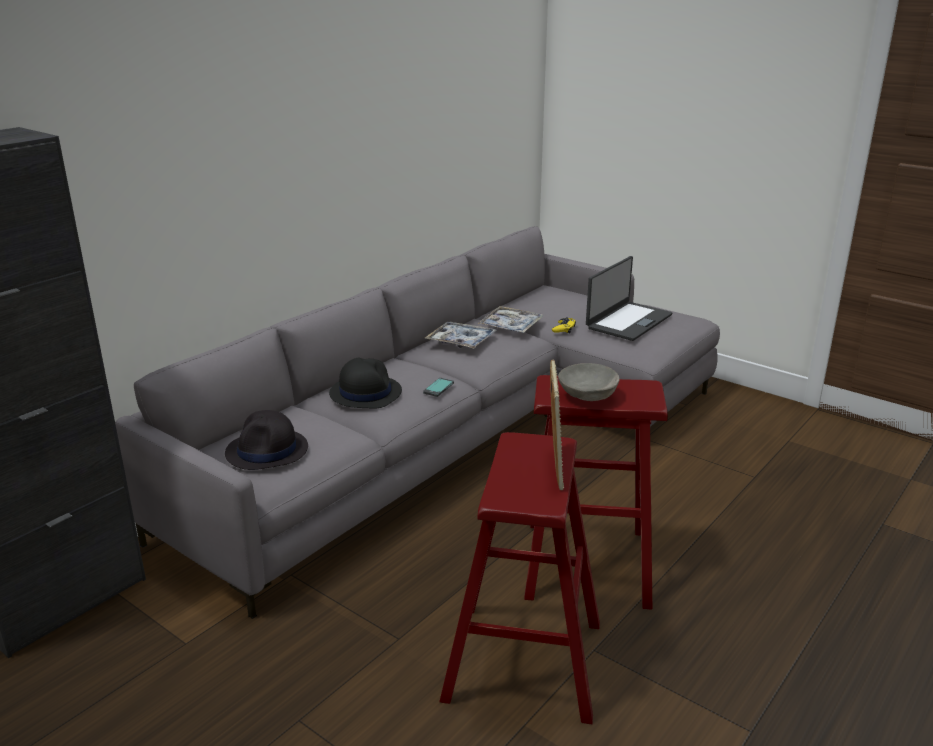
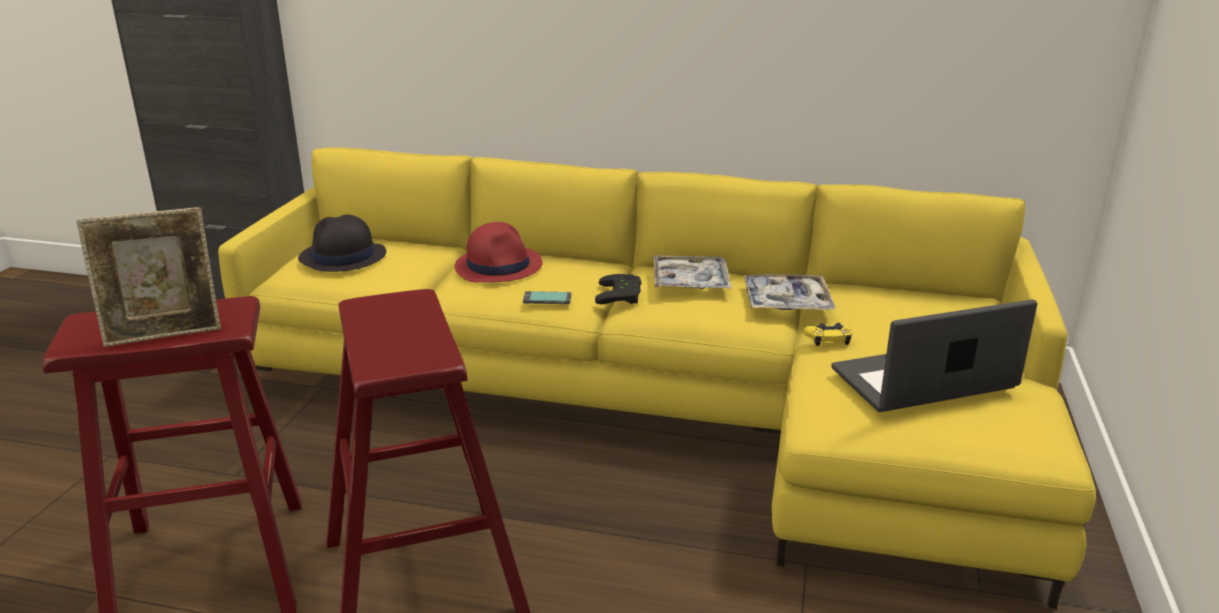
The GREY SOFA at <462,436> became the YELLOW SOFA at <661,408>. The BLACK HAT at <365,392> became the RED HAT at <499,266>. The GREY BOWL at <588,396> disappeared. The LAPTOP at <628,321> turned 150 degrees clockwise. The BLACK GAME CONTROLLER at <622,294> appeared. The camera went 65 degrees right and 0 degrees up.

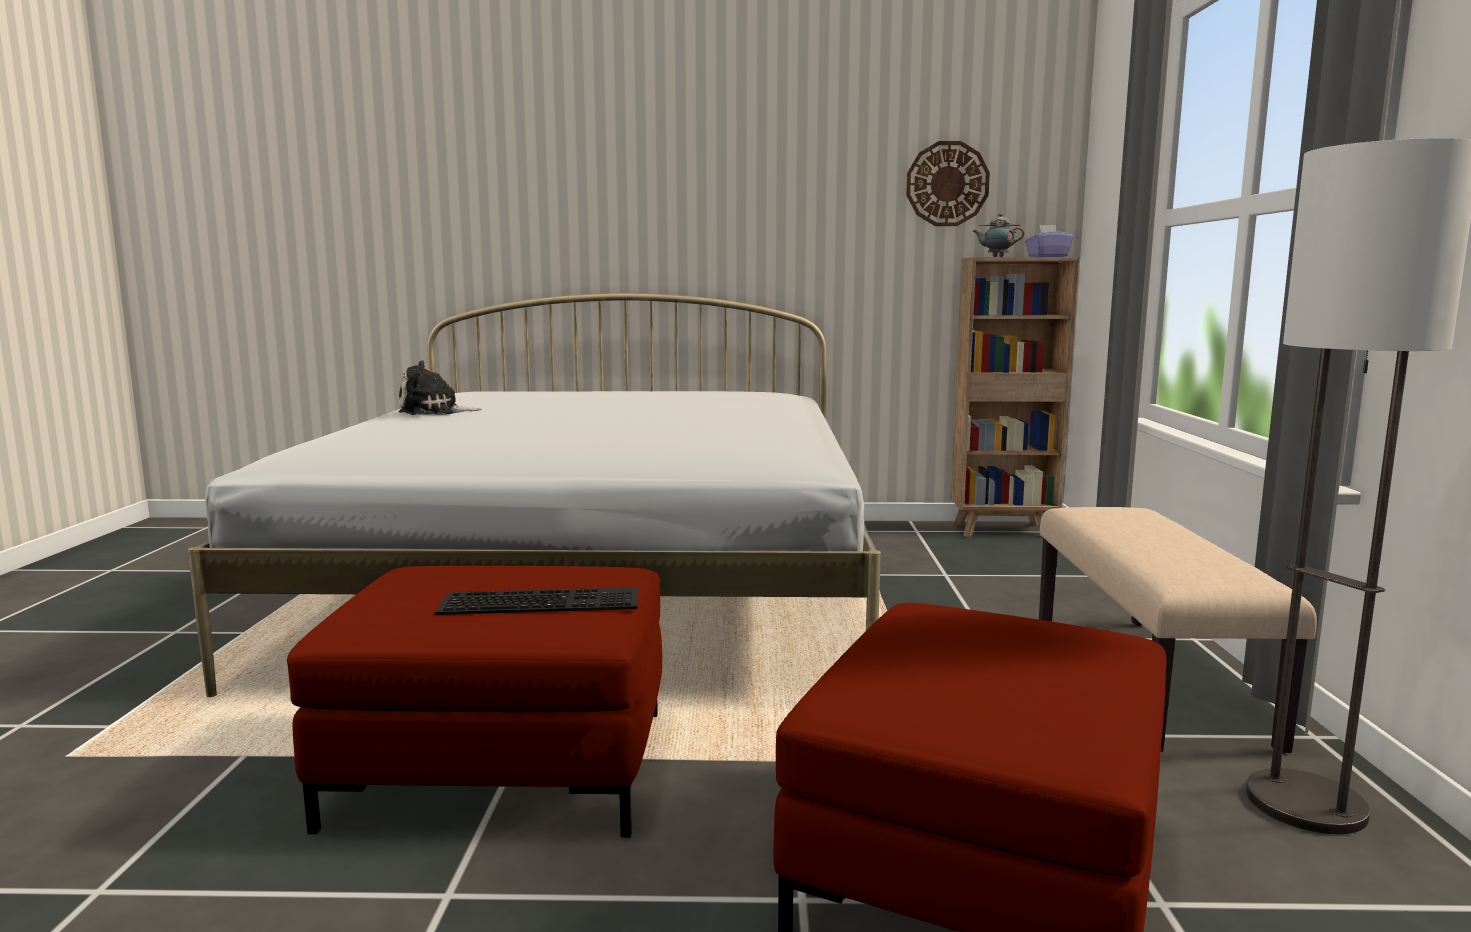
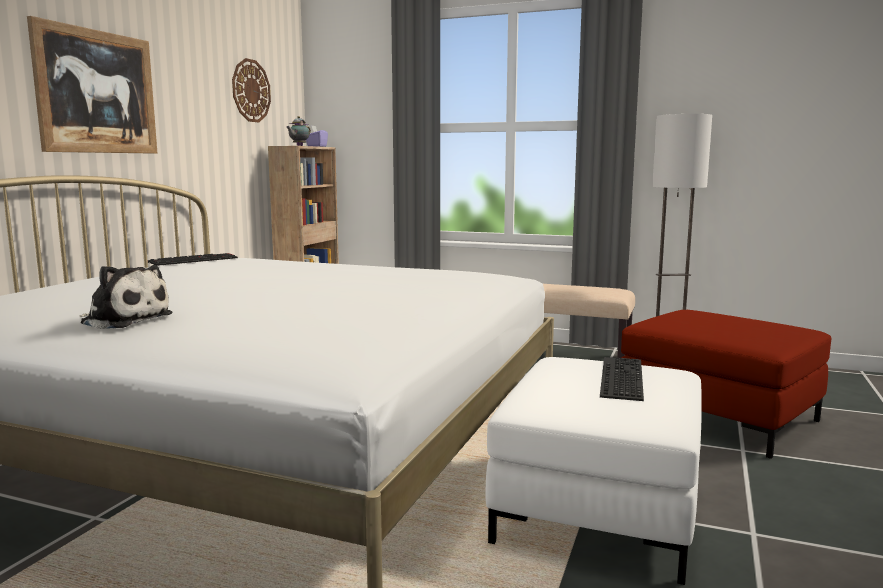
The RED OTTOMAN at <506,766> became the WHITE OTTOMAN at <597,507>. The PLUSH TOY at <434,412> turned 75 degrees counterclockwise. The PICTURE at <97,92> appeared. The KEYBOARD at <194,260> appeared. The camera went 70 degrees left and 0 degrees up.

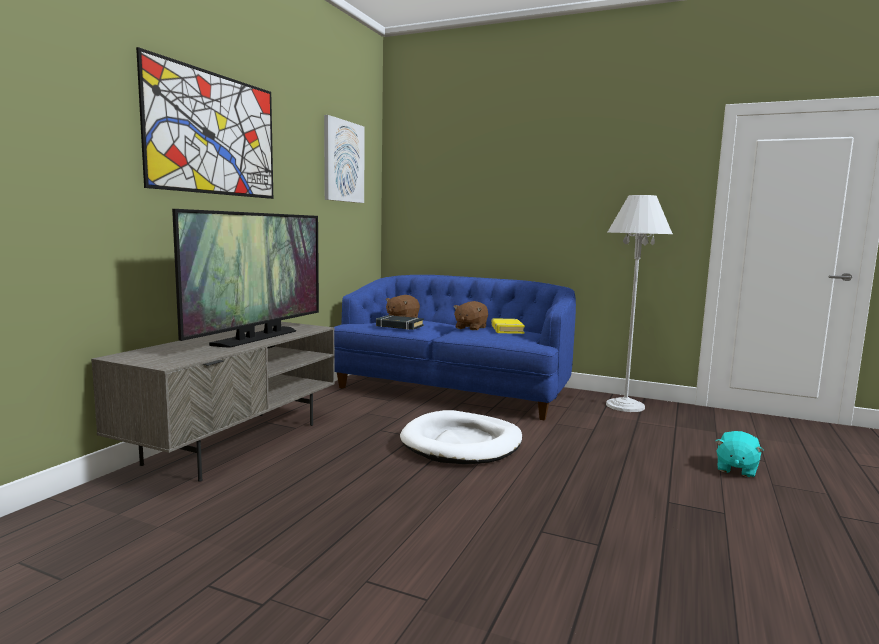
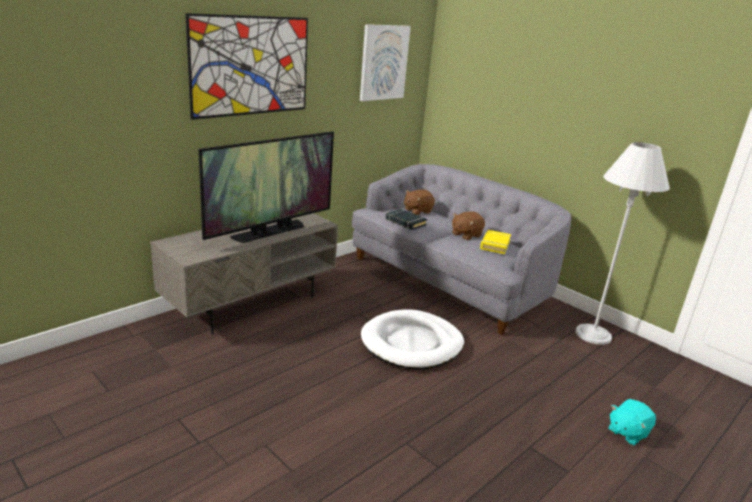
The BLUE SOFA at <453,390> became the GREY SOFA at <449,281>. The camera went 20 degrees right and 15 degrees up.

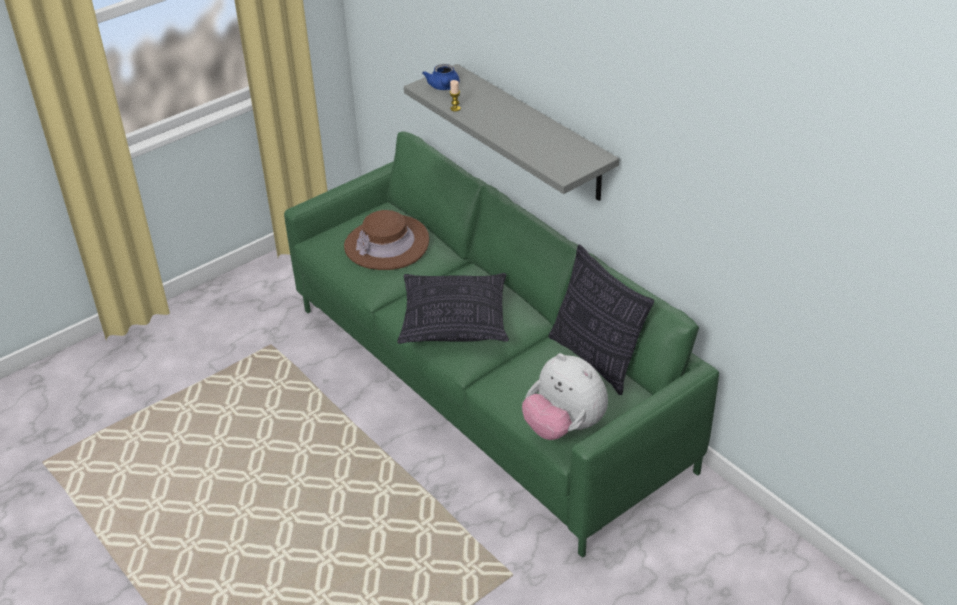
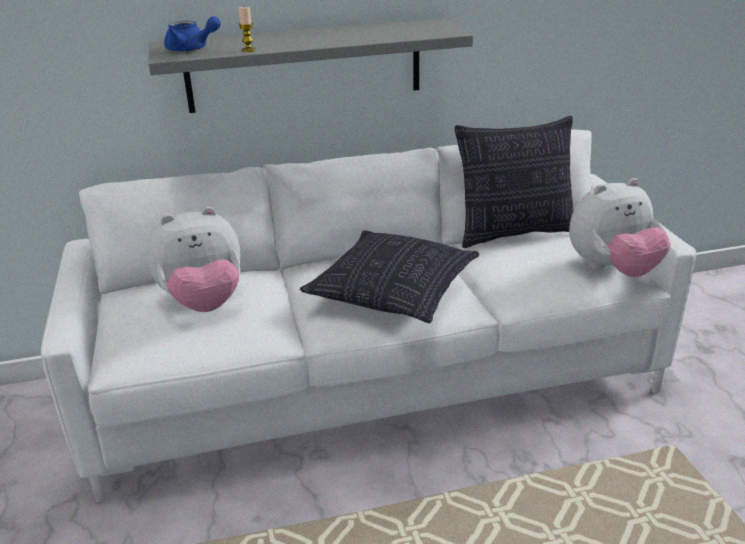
The GREEN SOFA at <483,387> became the WHITE SOFA at <376,386>. The BROWN HAT at <387,244> was replaced by the PLUSH TOY at <203,303>. The camera went 65 degrees left and 10 degrees down.

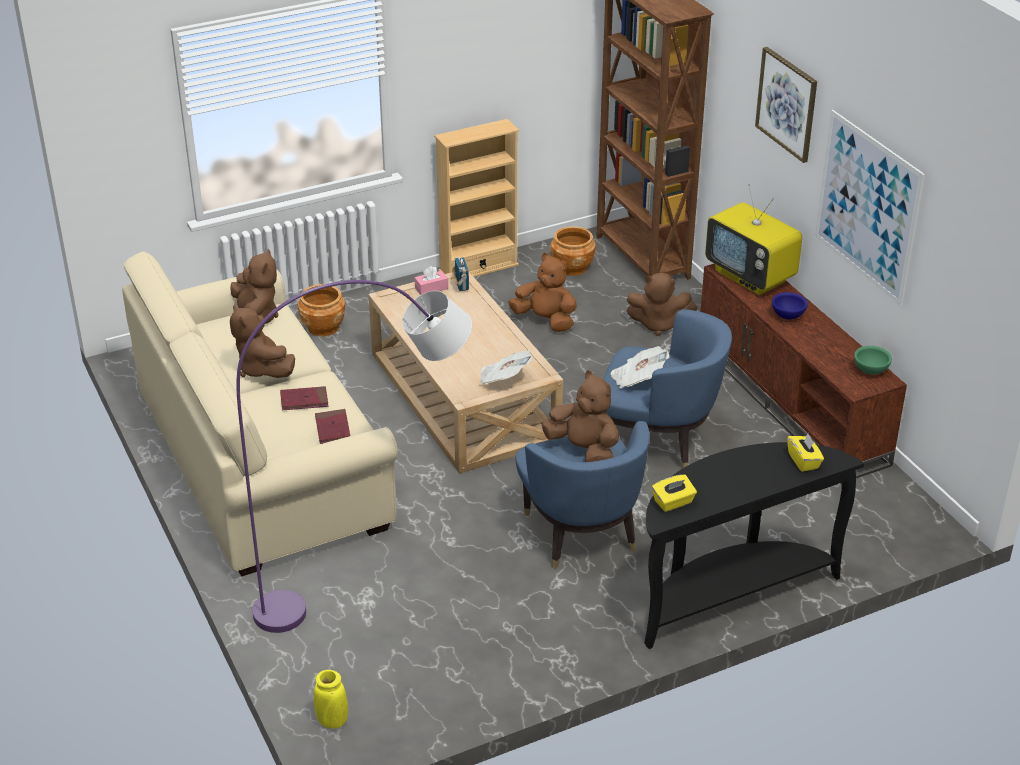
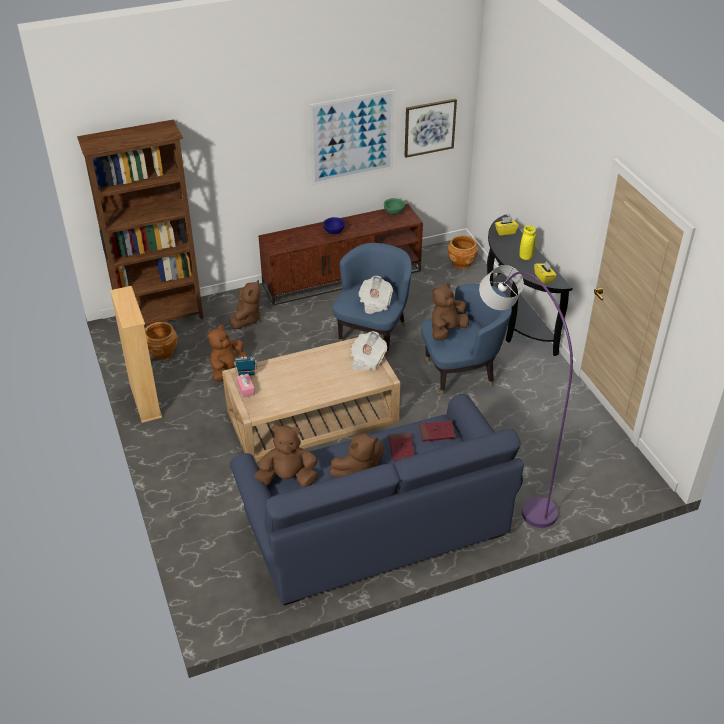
The BEIGE SOFA at <263,461> became the BLUE SOFA at <375,527>. The BROWN PLANTER moved from <323,327> to <461,263>. The YELLOW VASE moved from <332,721> to <526,256>. The TELEVISION at <751,276> disappeared. The PICTURE moved from <787,104> to <429,127>. The camera went 85 degrees left and 5 degrees up.

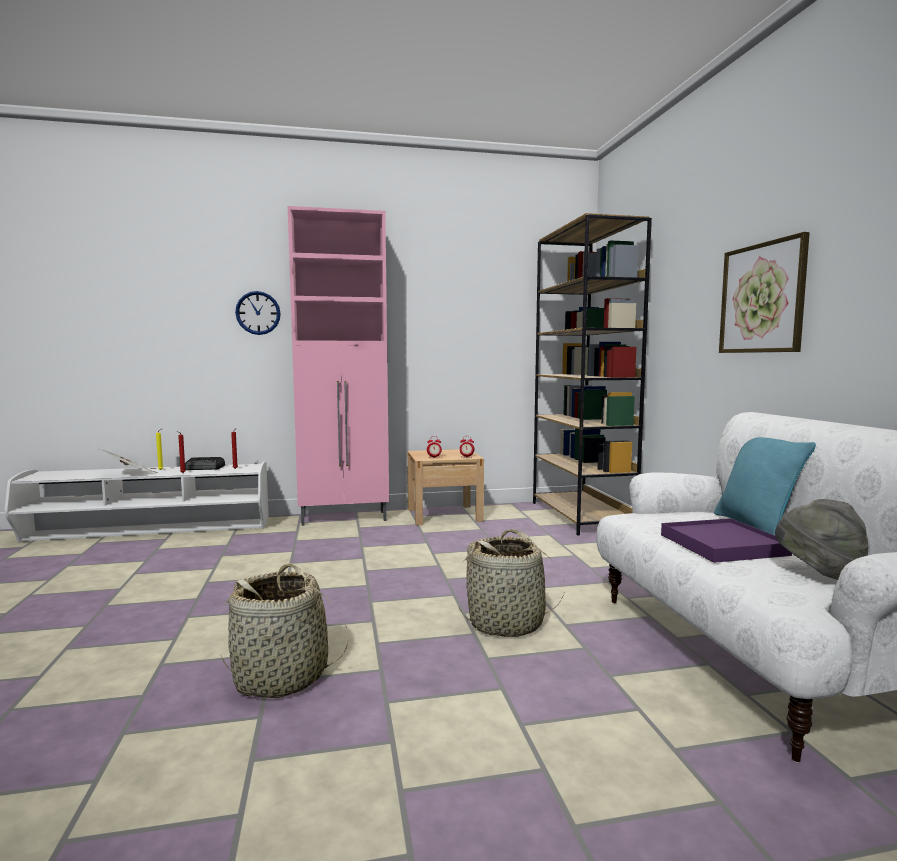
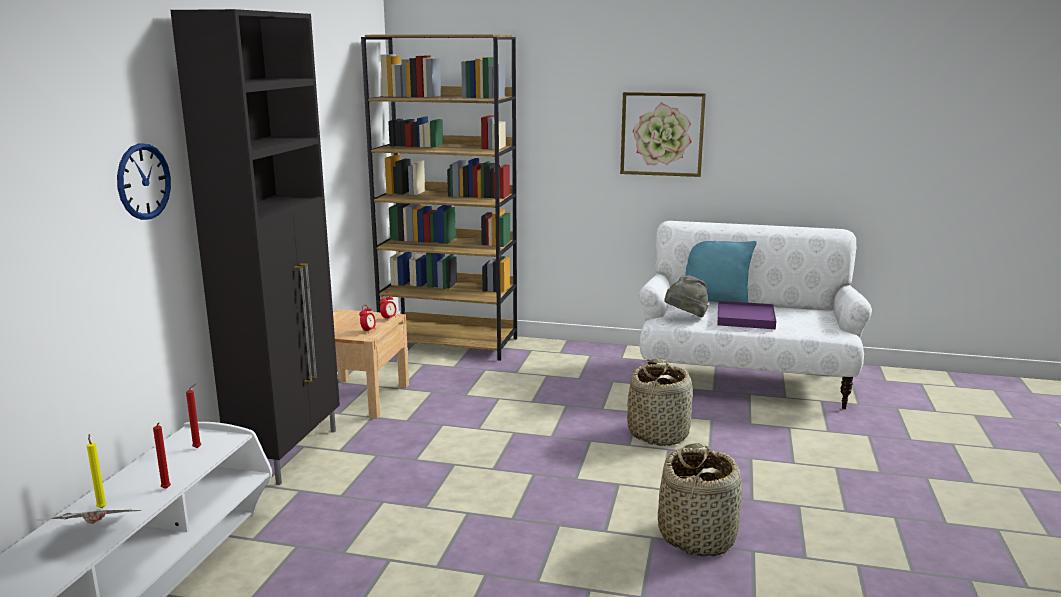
The RADIO at <204,468> disappeared. The PINK CABINET at <345,518> became the BLACK CABINET at <289,452>. The GREY HAT moved from <819,574> to <685,318>. The camera went 65 degrees left and 10 degrees up.

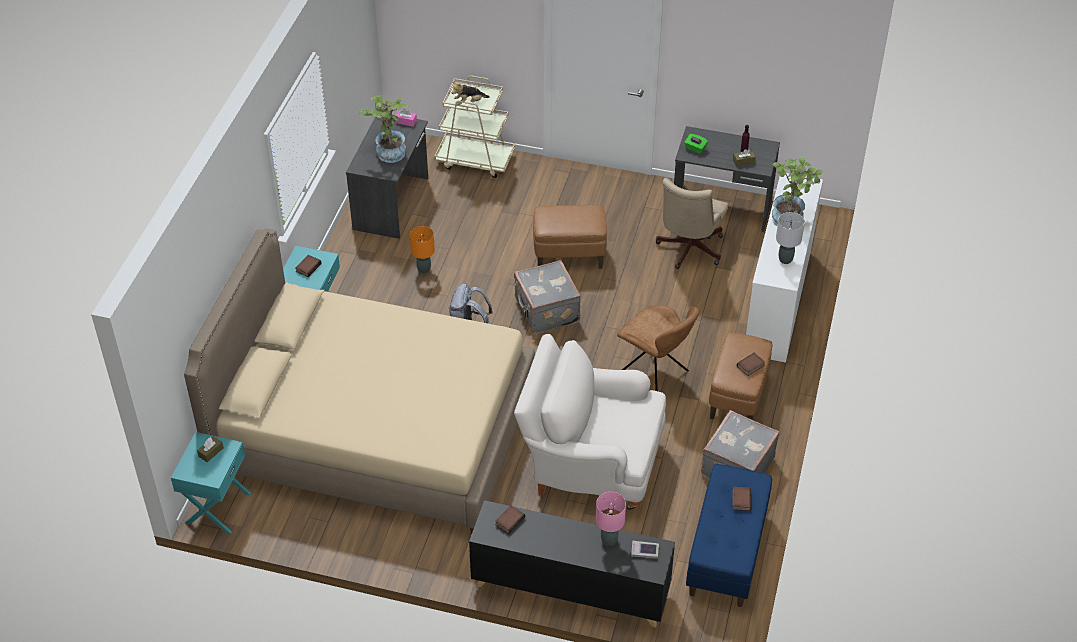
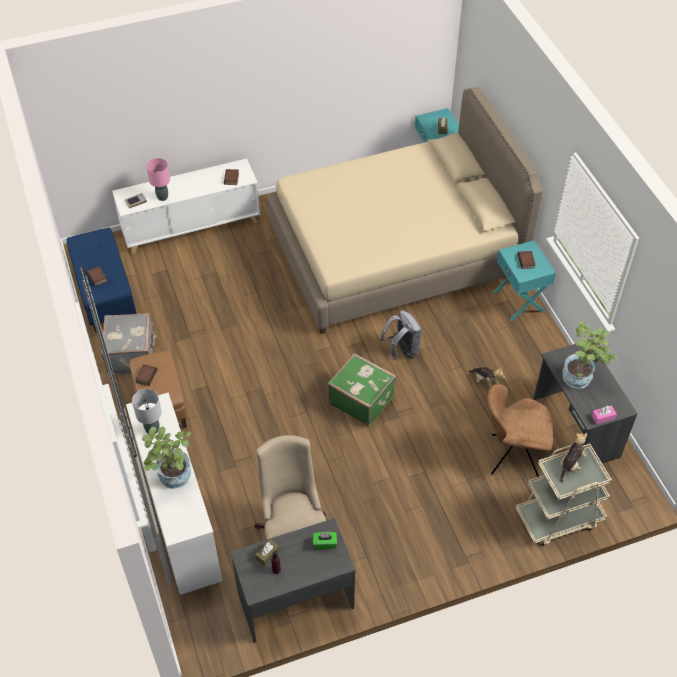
The ORANGE TABLE LAMP at <424,270> was replaced by the PLUSH TOY at <485,382>. The BLACK CABINET at <570,588> became the WHITE CABINET at <191,227>. The GREY SUITCASE at <546,311> became the GREEN SUITCASE at <361,399>. The WHITE ARMCHAIR at <590,463> disappeared. The BROWN OTTOMAN at <569,256> disappeared. The BROWN CHAIR moved from <654,374> to <512,456>. The camera went 145 degrees right and 5 degrees up.

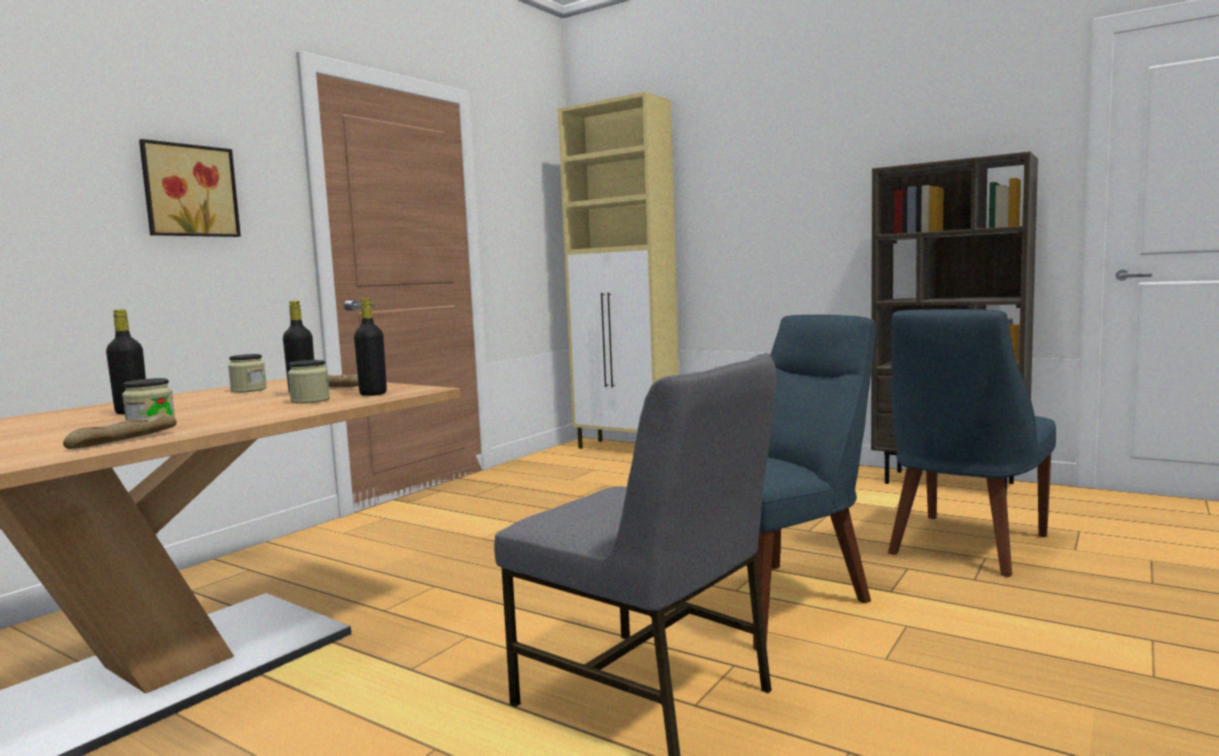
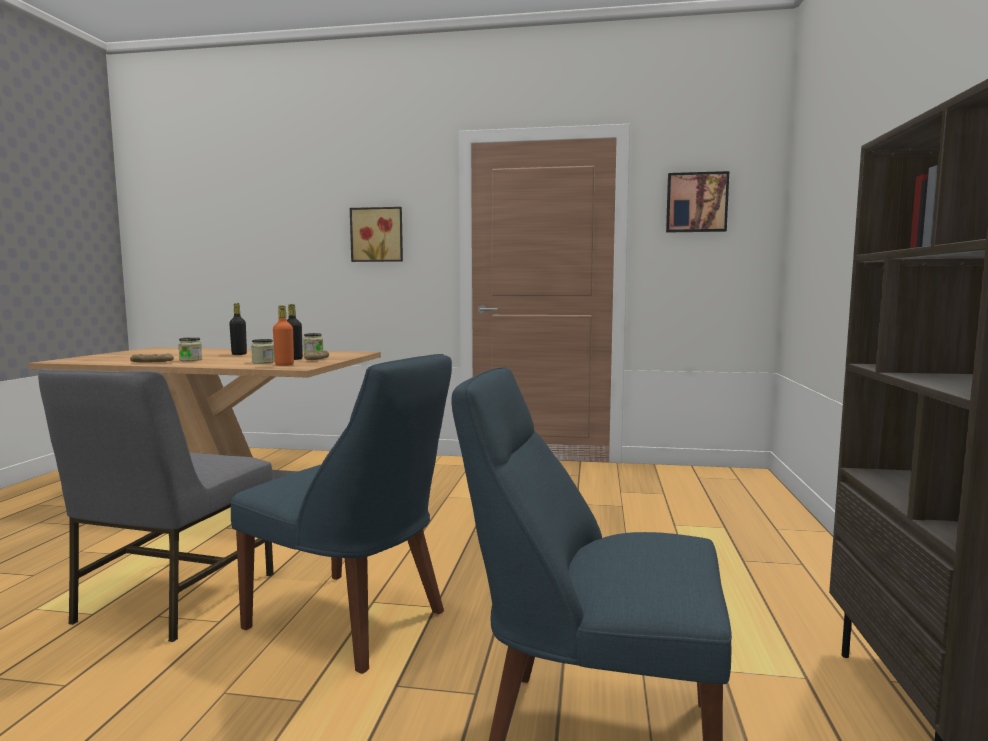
The BLACK BOTTLE at <373,394> became the ORANGE BOTTLE at <284,365>. The BEIGE CABINET at <628,448> disappeared. The PICTURE at <696,202> appeared. The camera went 65 degrees right and 0 degrees up.

